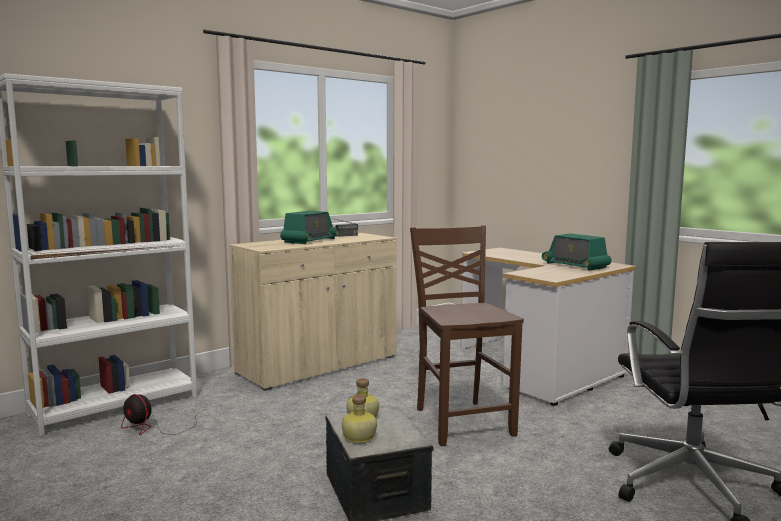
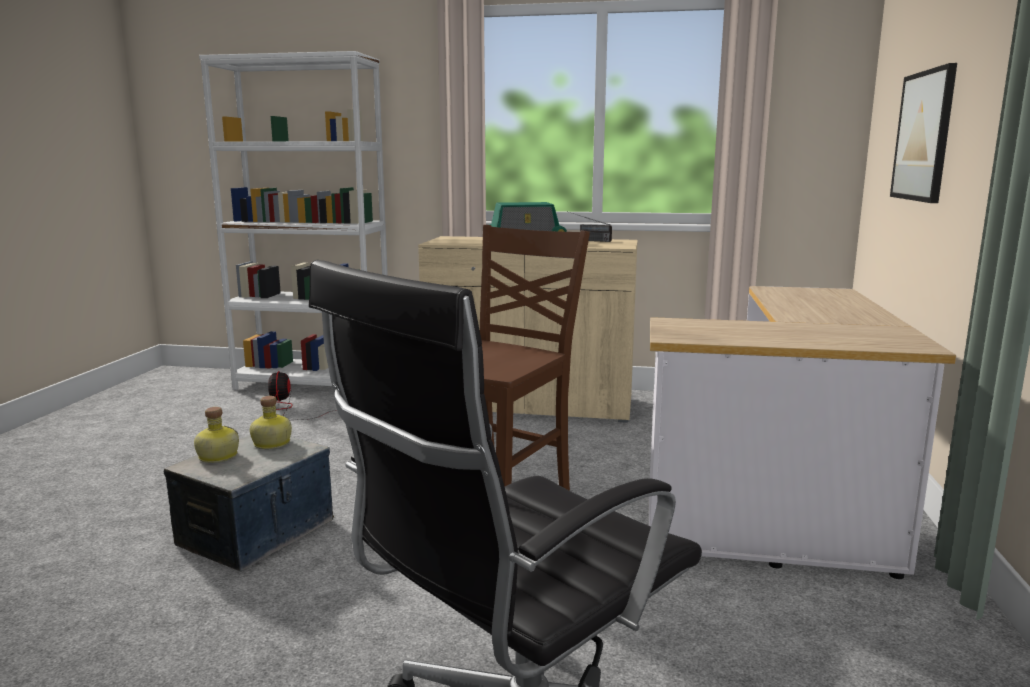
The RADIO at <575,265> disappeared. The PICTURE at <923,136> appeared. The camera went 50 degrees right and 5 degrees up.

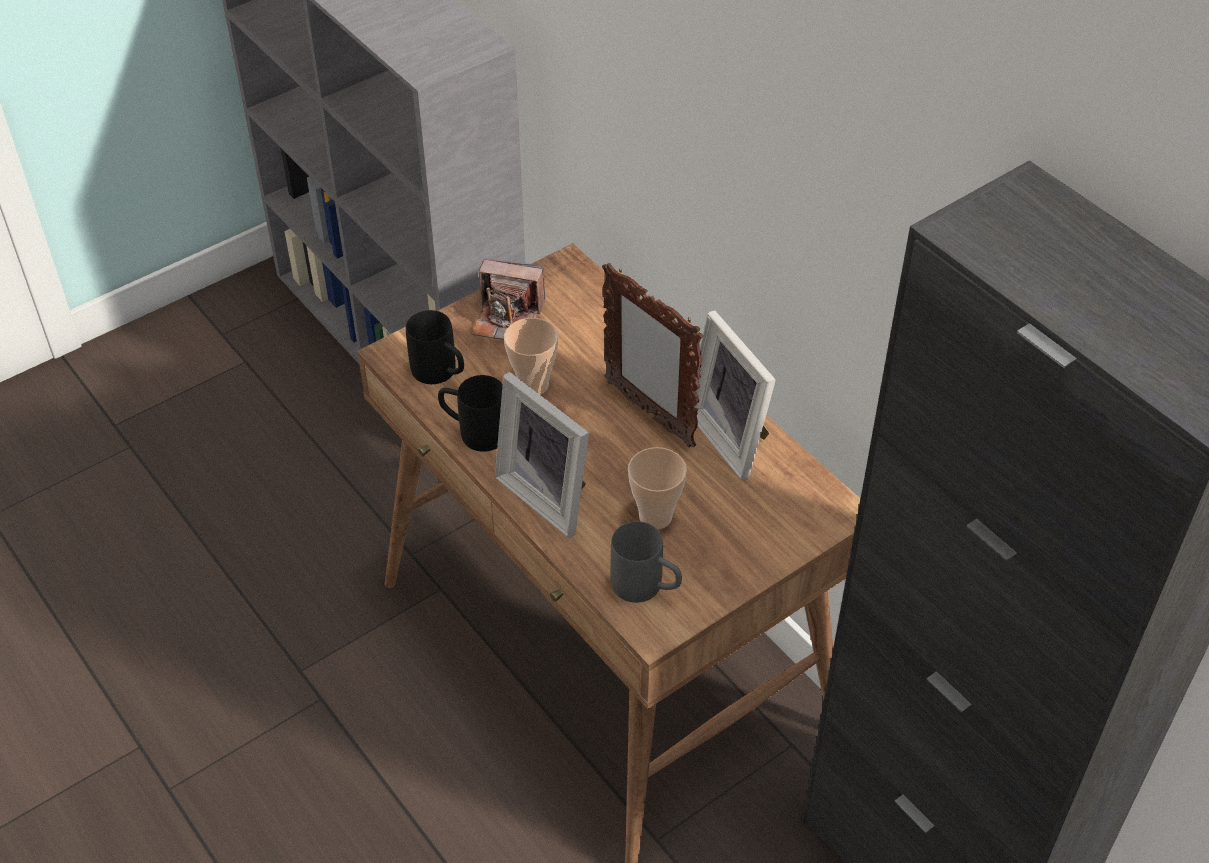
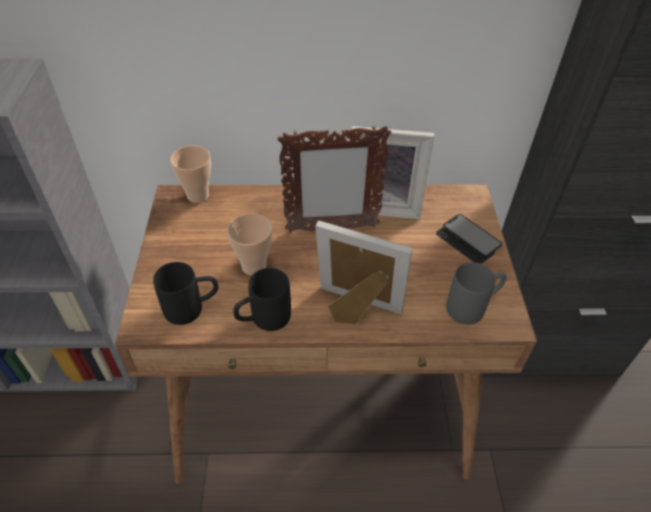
The PHOTO CAMERA at <508,318> disappeared. The PICTURE FRAME at <549,494> turned 150 degrees counterclockwise. The CUP moved from <655,517> to <198,195>. The PHONE at <468,240> appeared. The camera went 55 degrees left and 0 degrees up.

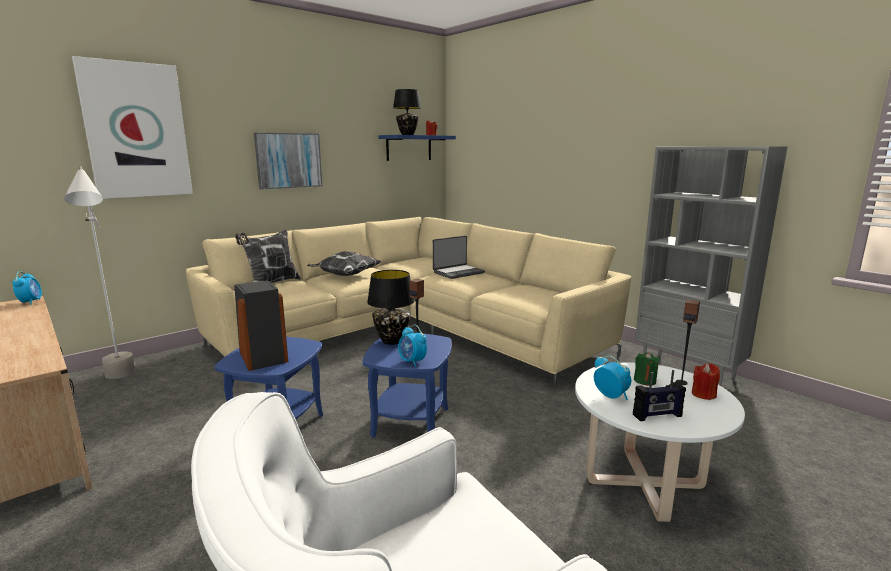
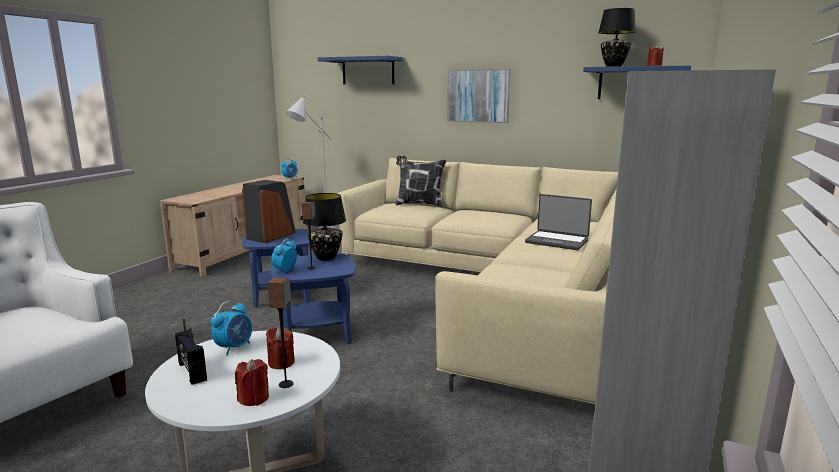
The PICTURE at <136,131> was replaced by the BLUE SHELF at <368,71>. The PILLOW at <345,276> disappeared. The GREEN CANDLE at <644,381> became the RED CANDLE at <281,362>. The camera went 65 degrees right and 0 degrees up.

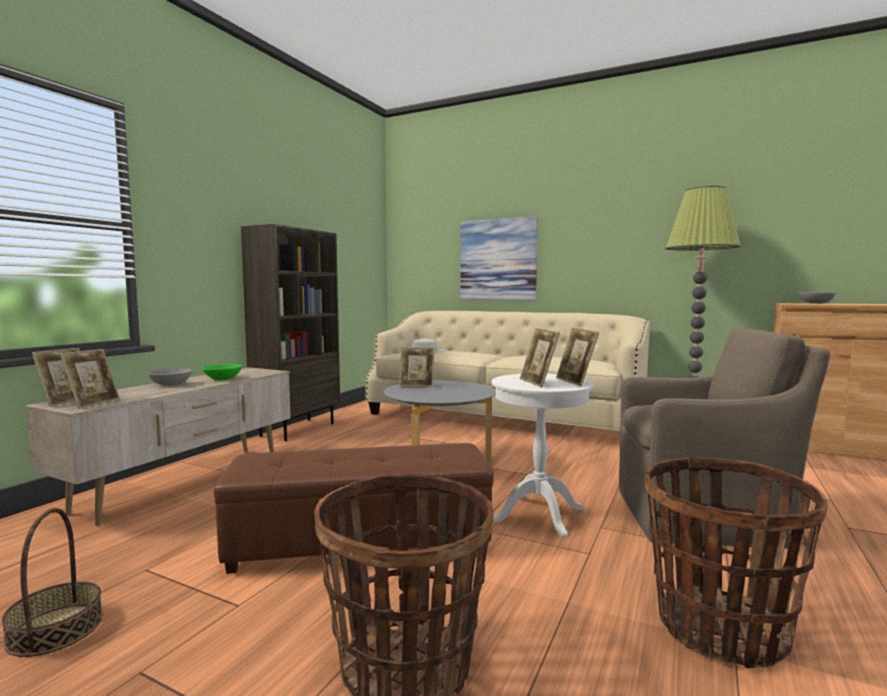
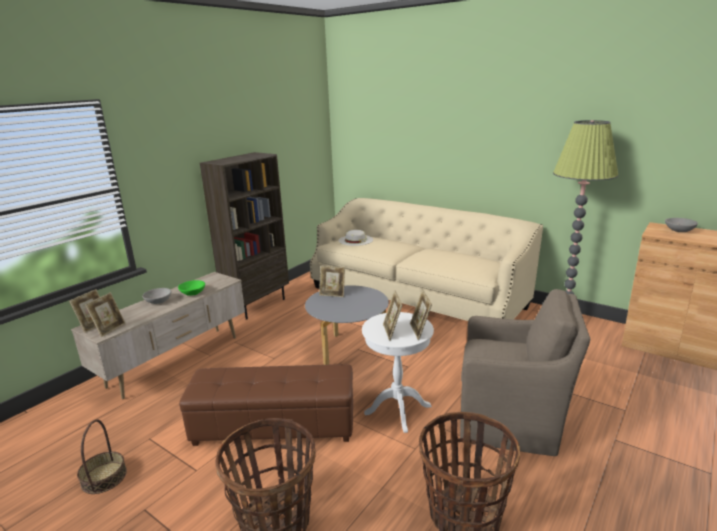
The PICTURE at <498,260> disappeared. The camera went 10 degrees right and 15 degrees up.

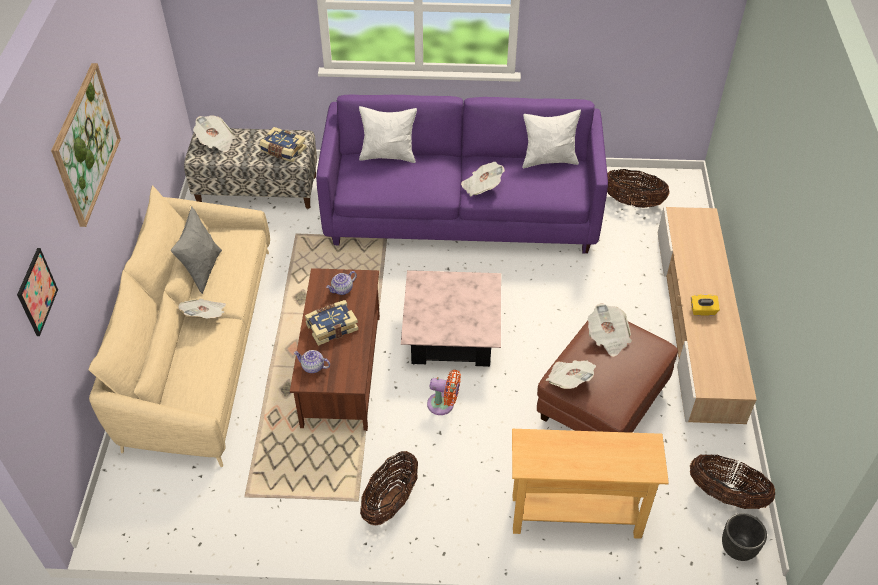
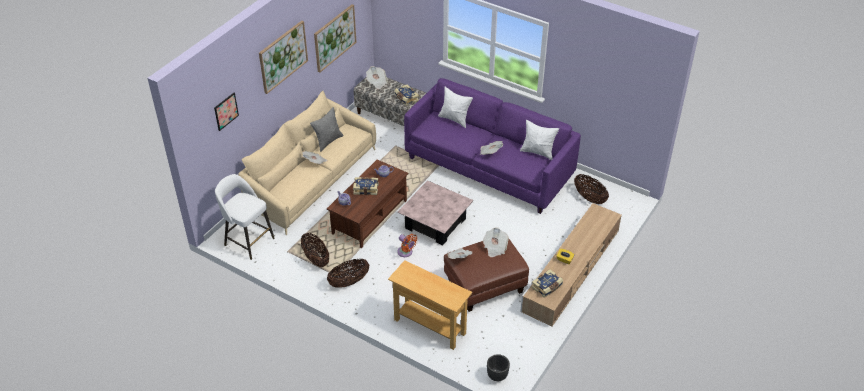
The BASKET moved from <725,495> to <316,259>. The WHITE STOOL at <248,241> appeared. The PICTURE at <334,37> appeared. The BOOK at <547,287> appeared. The camera went 30 degrees right and 5 degrees down.

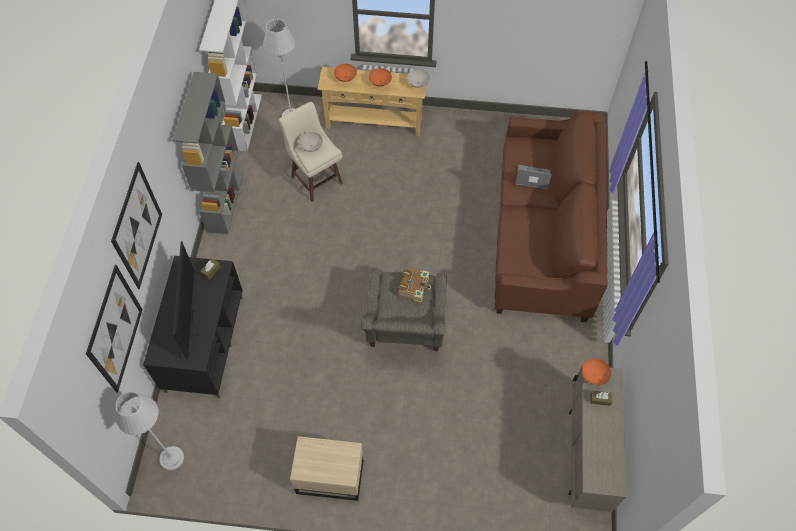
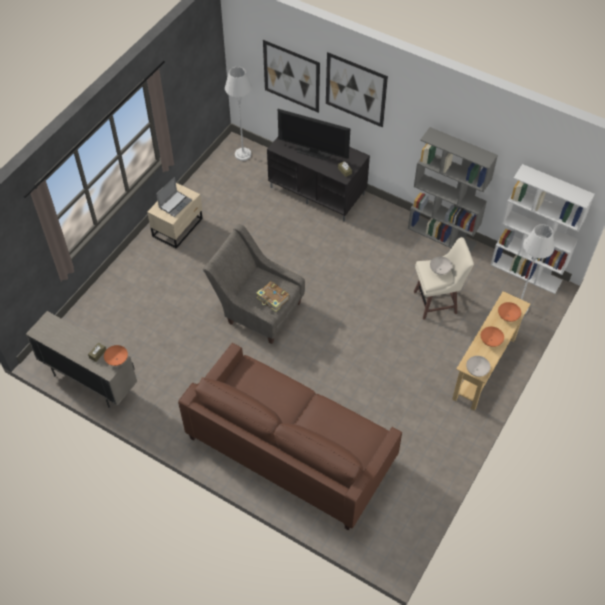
The LAPTOP moved from <532,178> to <175,204>. The camera went 115 degrees right and 5 degrees down.

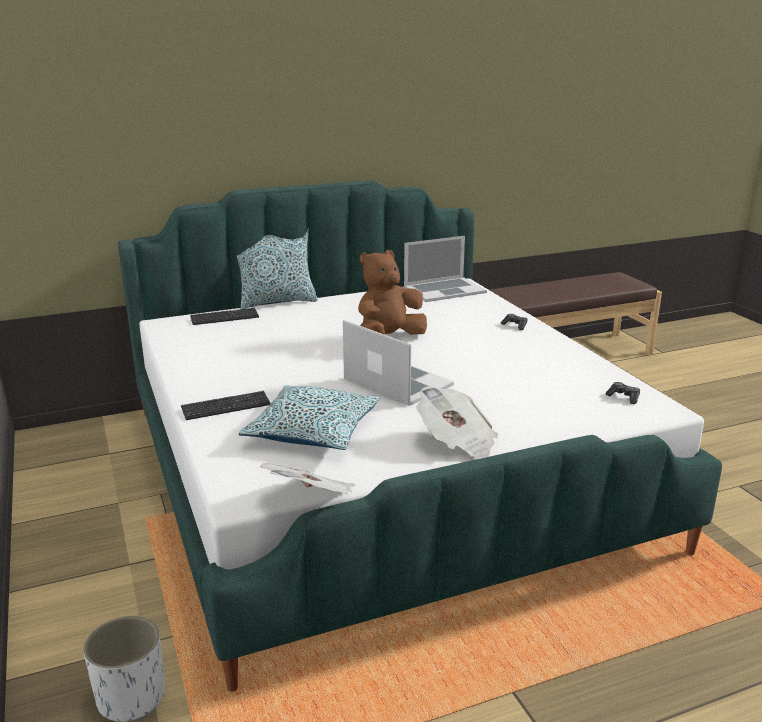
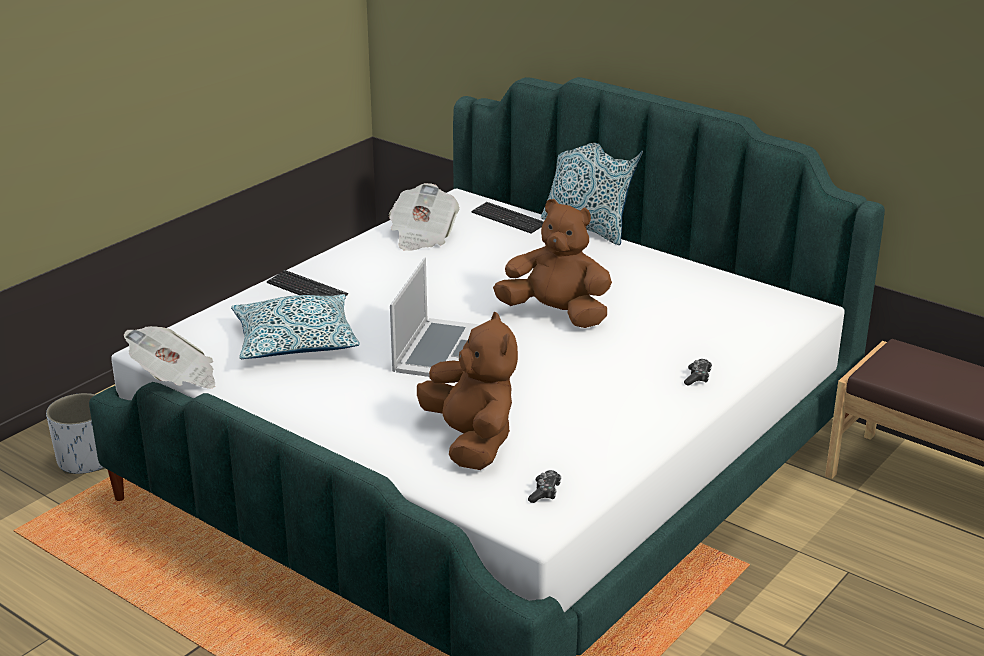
The LAPTOP at <444,290> disappeared. The NEWSPAPER moved from <457,442> to <422,236>. The BROWN PLUSH TOY at <471,442> appeared. The camera went 60 degrees right and 5 degrees up.

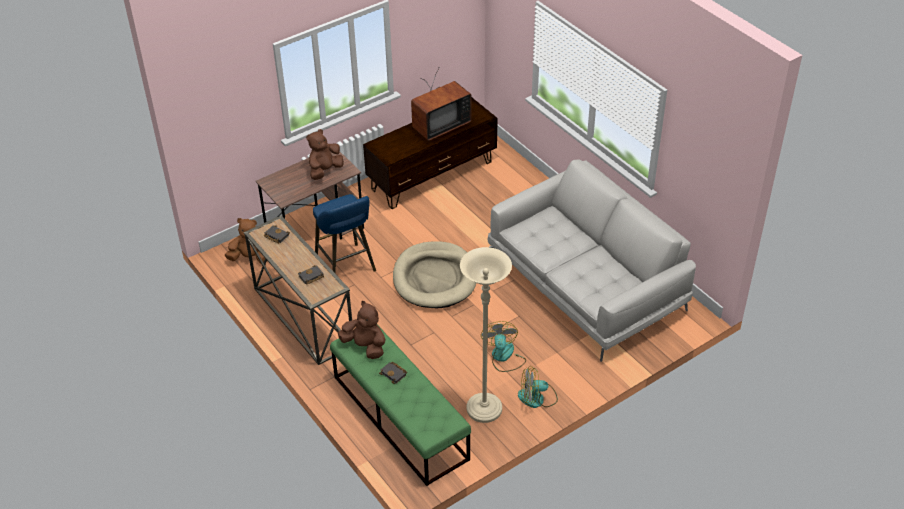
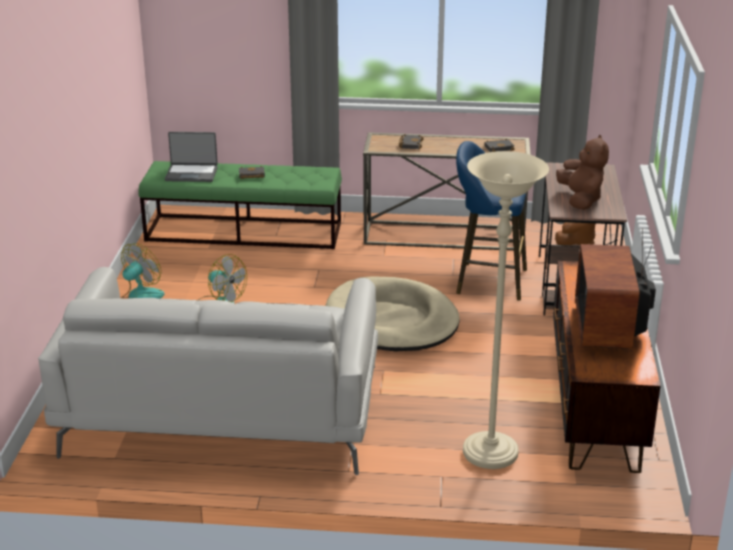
The BROWN PLUSH TOY at <365,346> disappeared. The BEIGE FLOOR LAMP moved from <484,409> to <490,453>. The LAPTOP at <192,174> appeared. The camera went 130 degrees right and 15 degrees down.

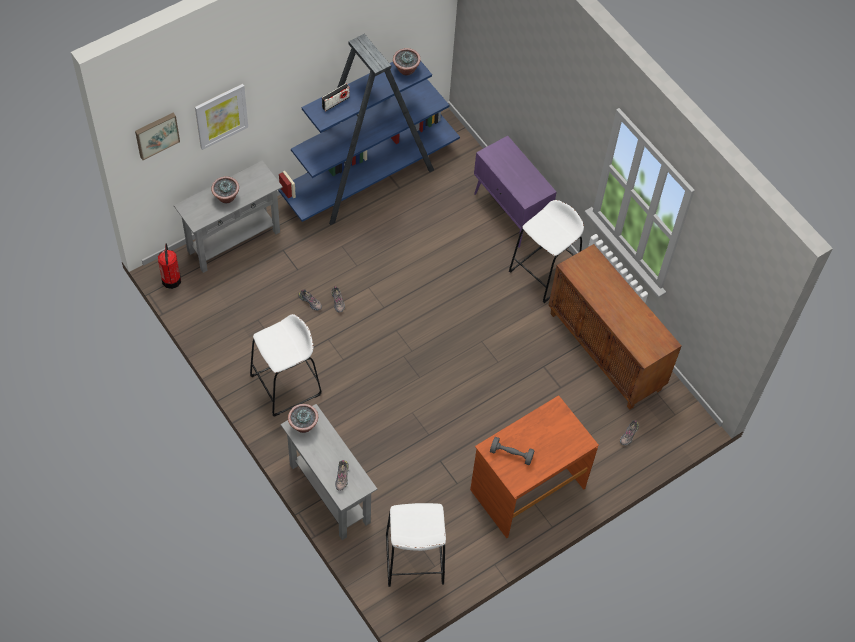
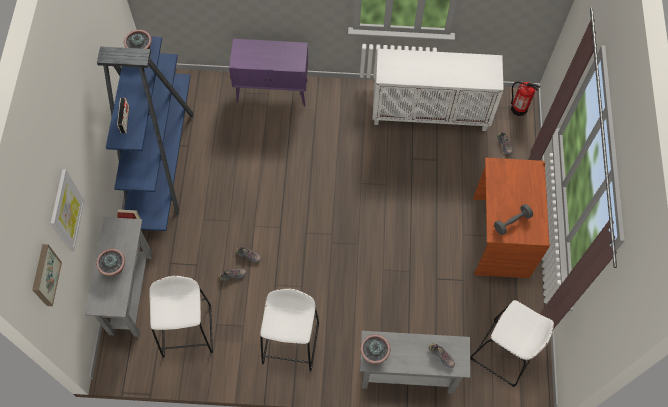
The FIRE EXTINGUISHER moved from <171,280> to <518,108>. The WHITE STOOL moved from <544,273> to <187,331>. The BROWN CABINET at <606,351> became the WHITE CABINET at <430,113>. The camera went 50 degrees left and 5 degrees up.

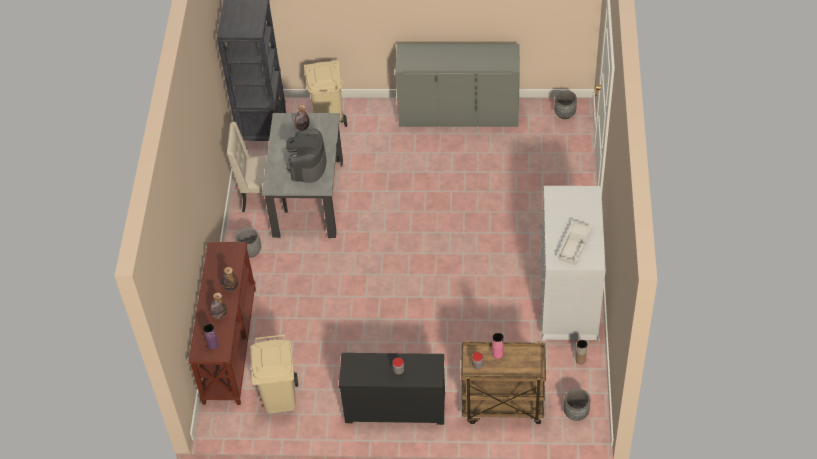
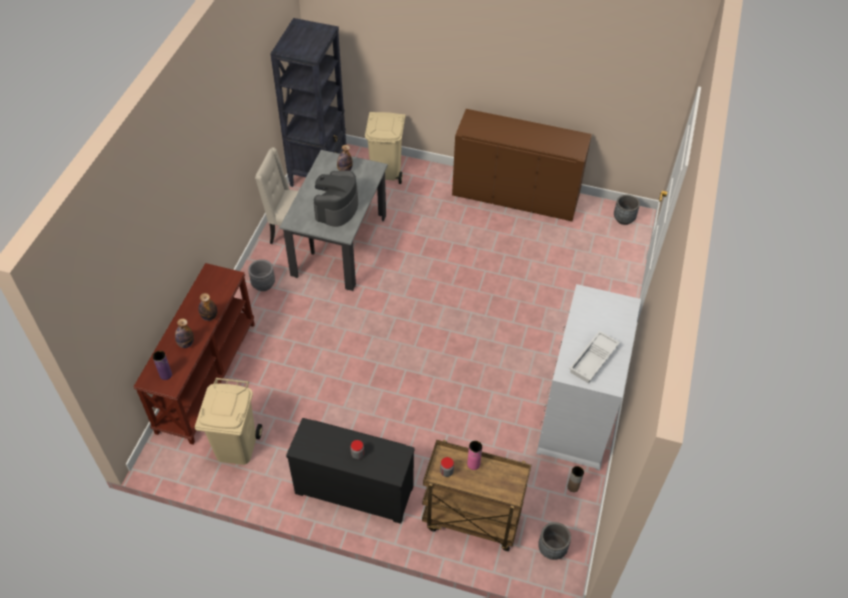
The GREY CABINET at <458,114> became the BROWN CABINET at <515,196>. The camera went 10 degrees right and 0 degrees up.

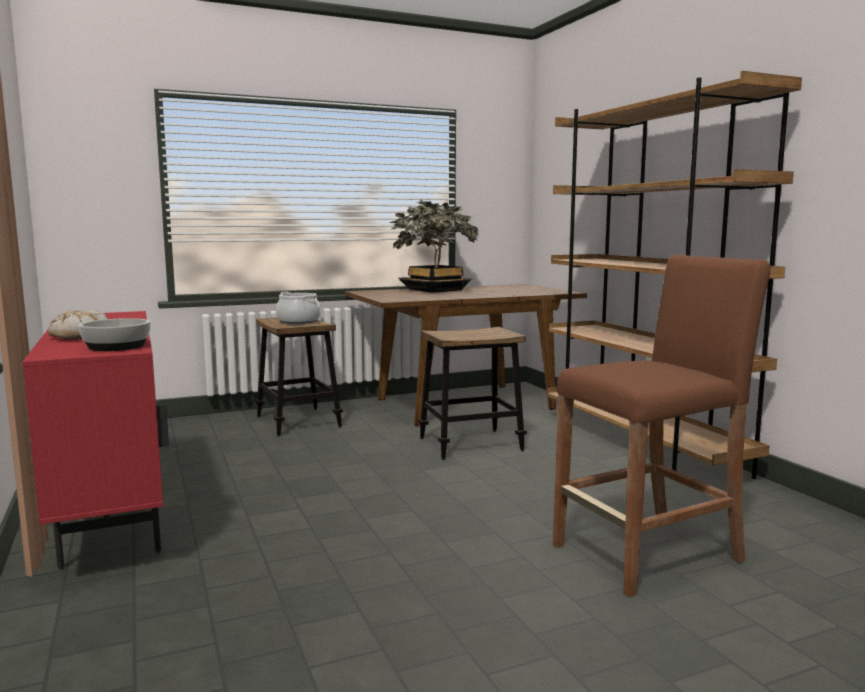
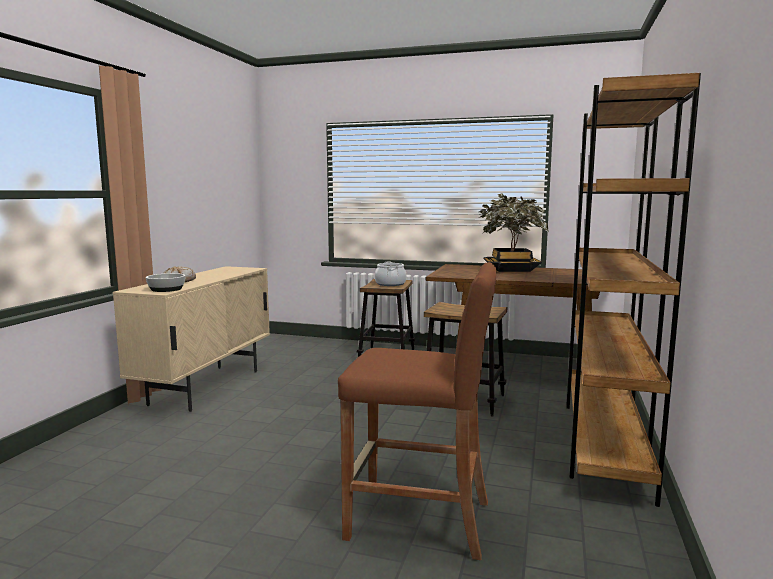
The RED CABINET at <113,517> became the BEIGE CABINET at <206,387>. The camera went 40 degrees right and 0 degrees up.

